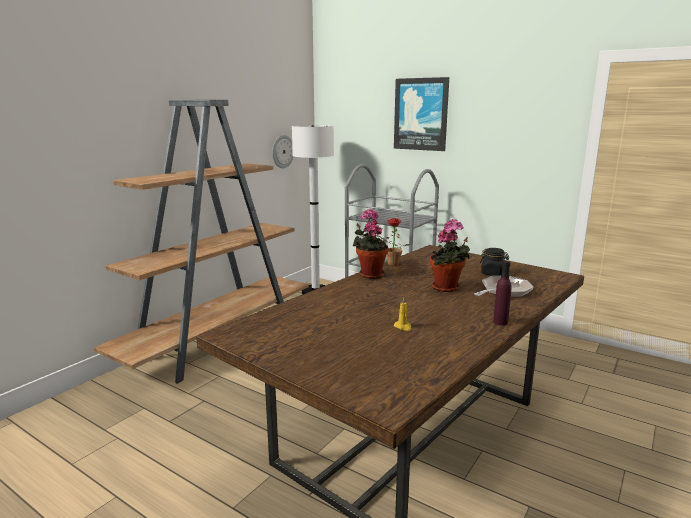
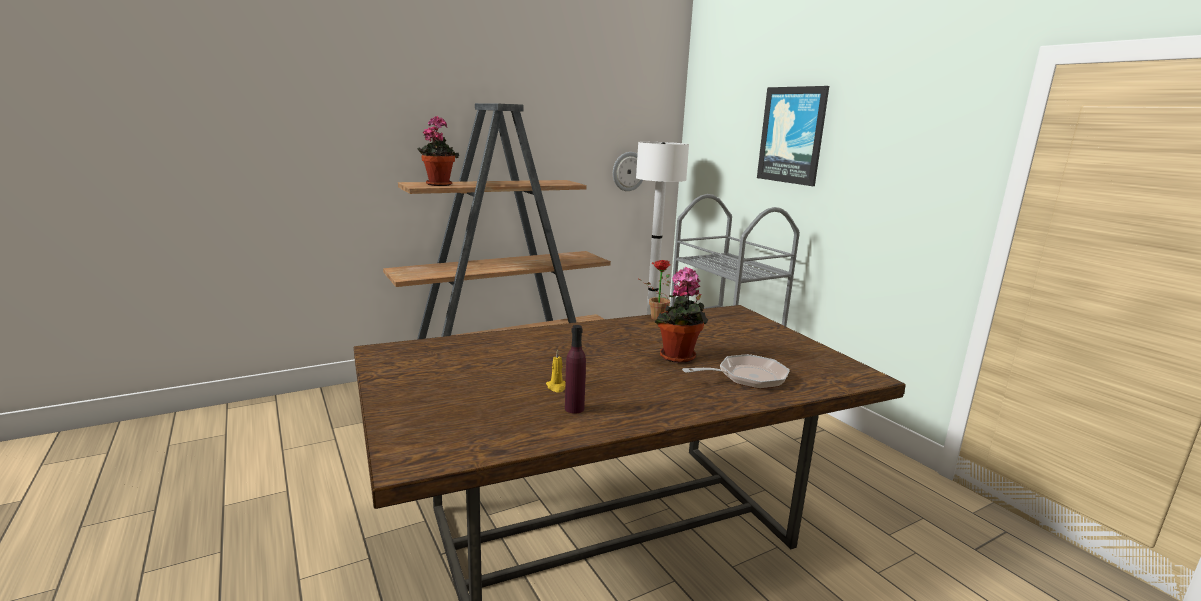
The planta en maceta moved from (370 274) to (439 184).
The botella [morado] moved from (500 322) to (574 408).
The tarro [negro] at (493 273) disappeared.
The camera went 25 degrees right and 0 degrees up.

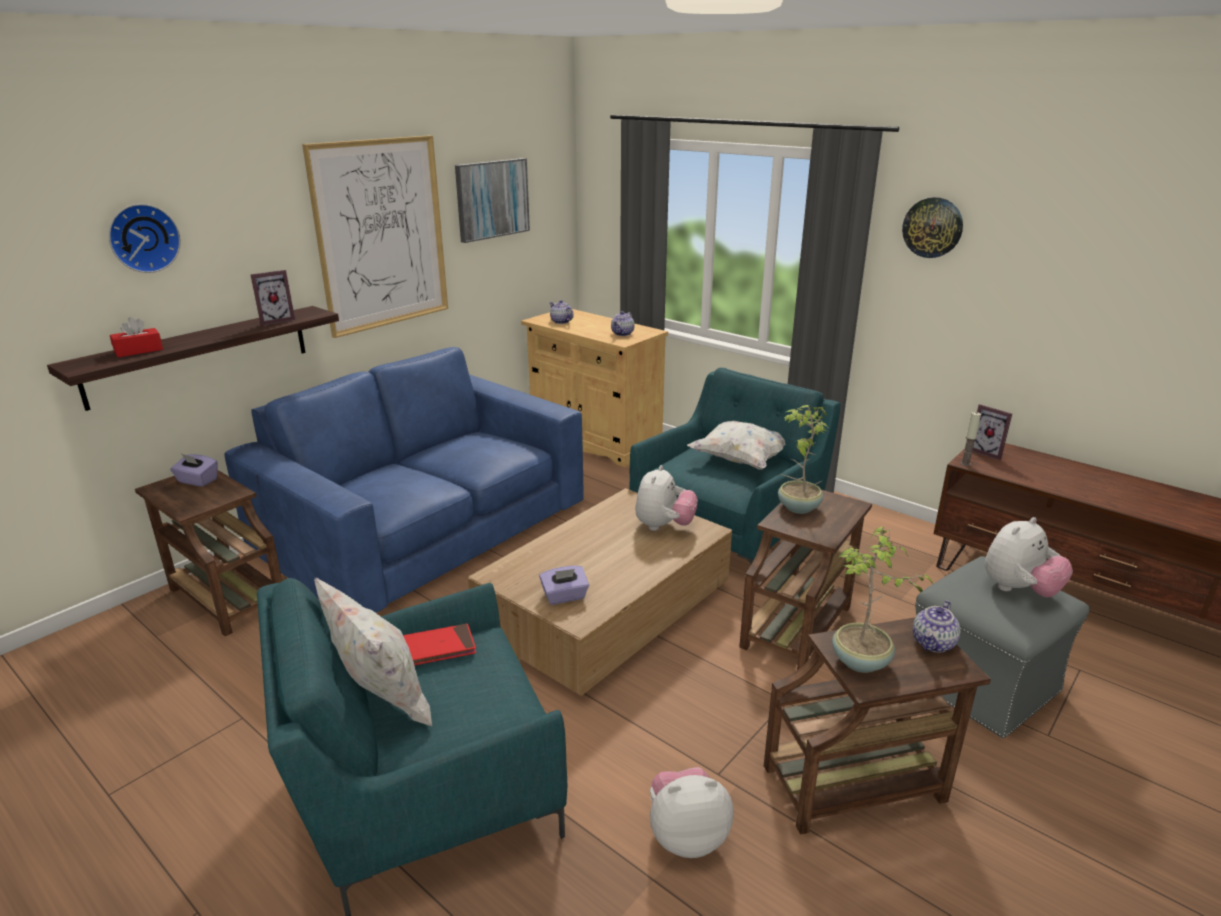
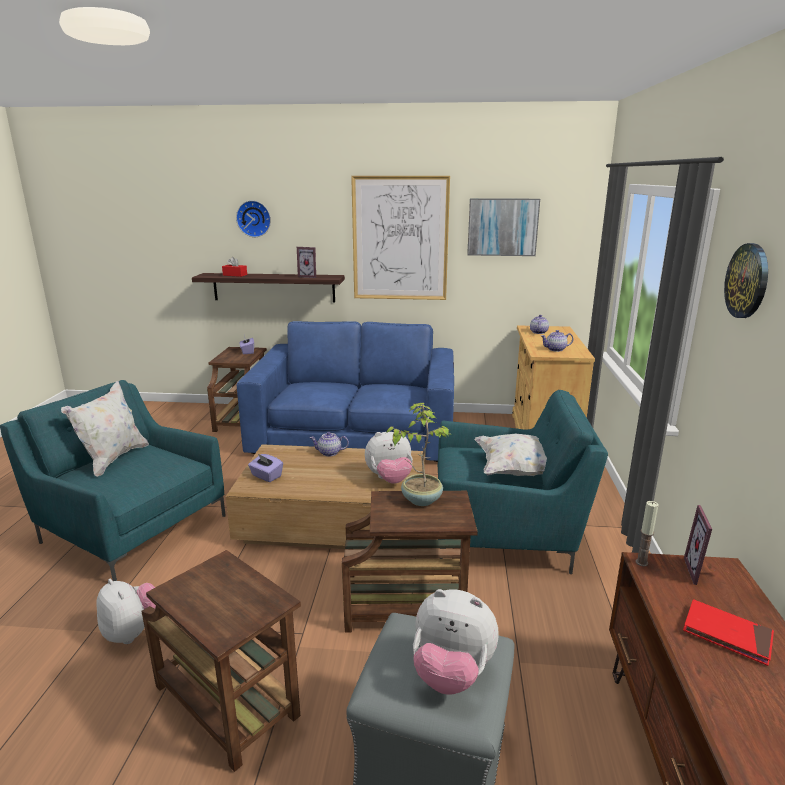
The tetera moved from (934 643) to (329 453).
The libro [rojo] moved from (438 648) to (727 634).
The planta en maceta at (860 662) disappeared.
The camera went 55 degrees right and 5 degrees down.

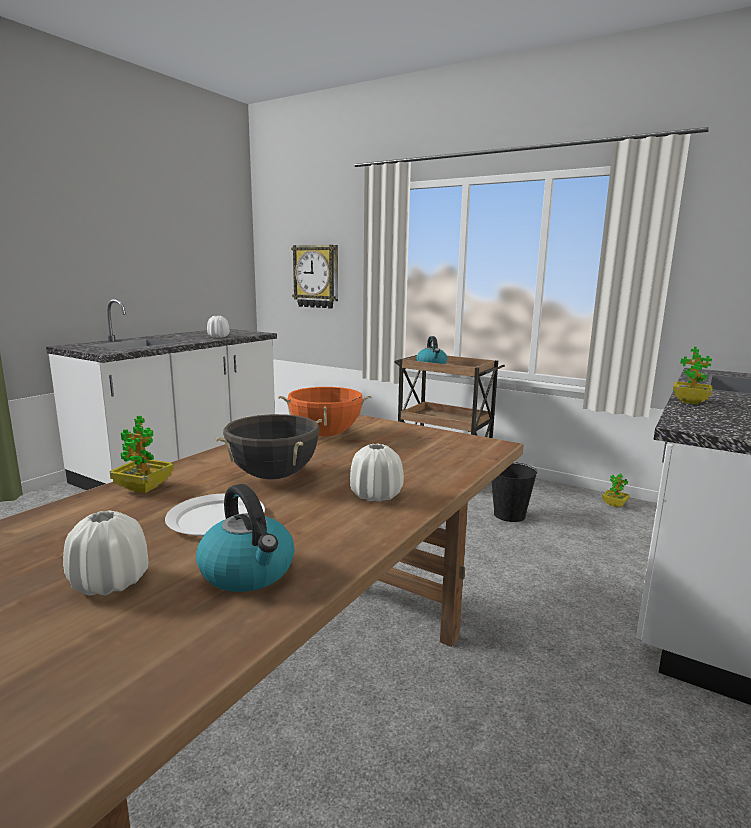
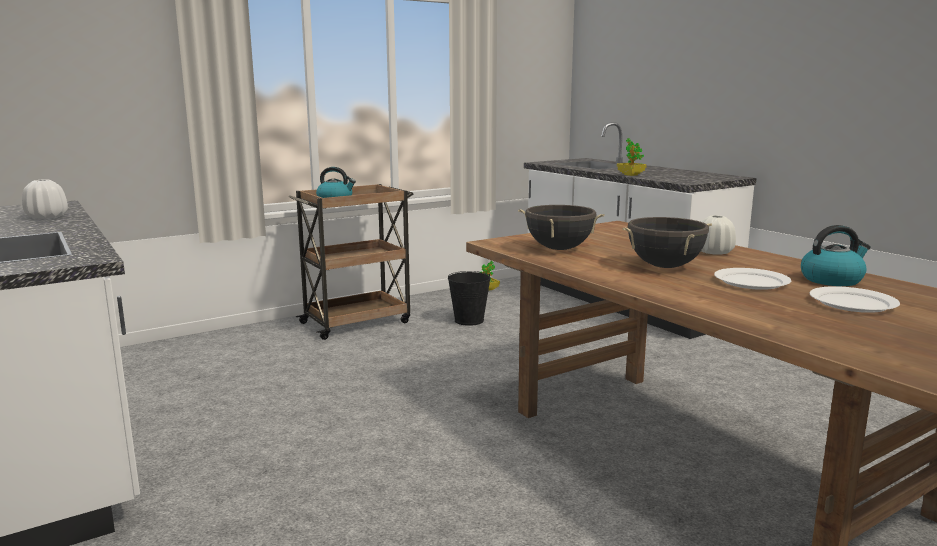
The olla [naranja] at (325 434) became the olla [negro] at (559 249).
The florero [blanco] at (110 583) was replaced by the plato [blanco] at (852 303).
The planta en maceta at (144 488) disappeared.
The reloj de pared at (316 276) disappeared.
The camera went 65 degrees left and 0 degrees up.

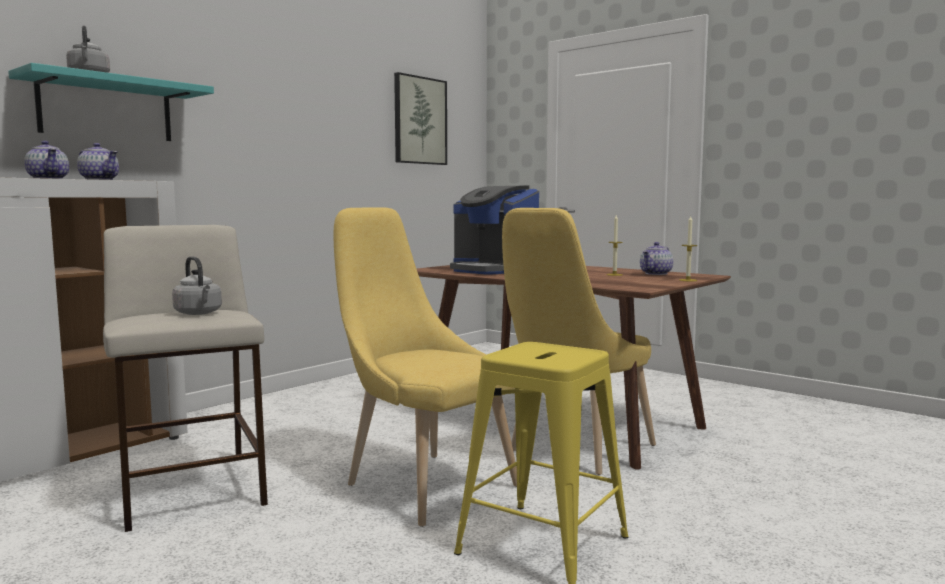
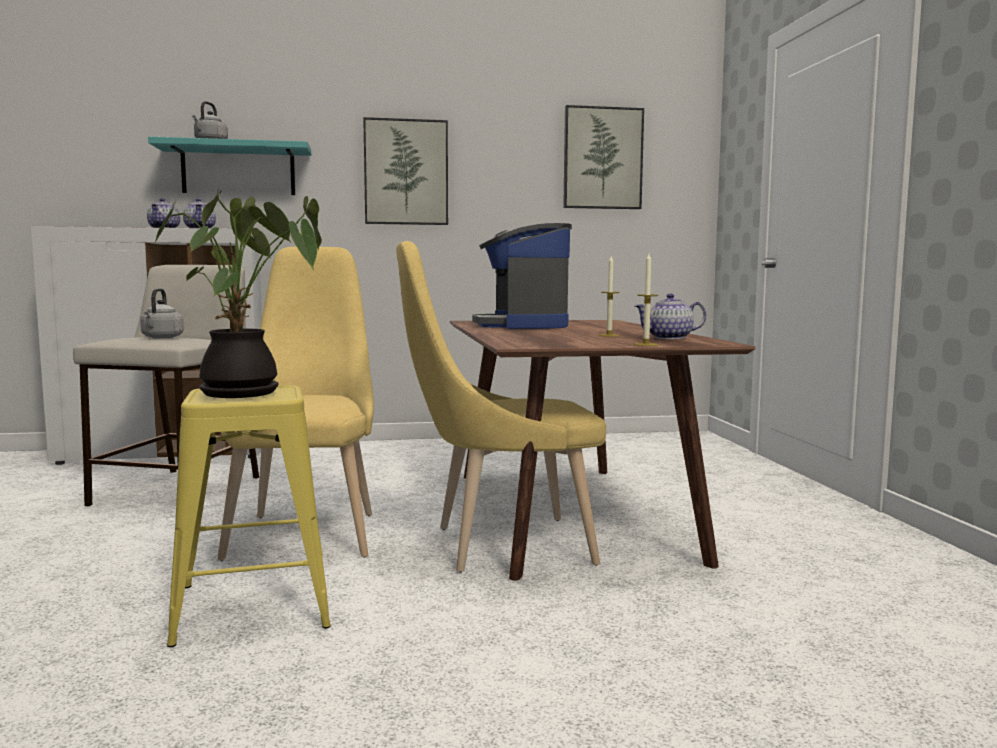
The planta en maceta at (246 393) appeared.
The cuadro at (406 172) appeared.
The camera went 40 degrees right and 0 degrees up.

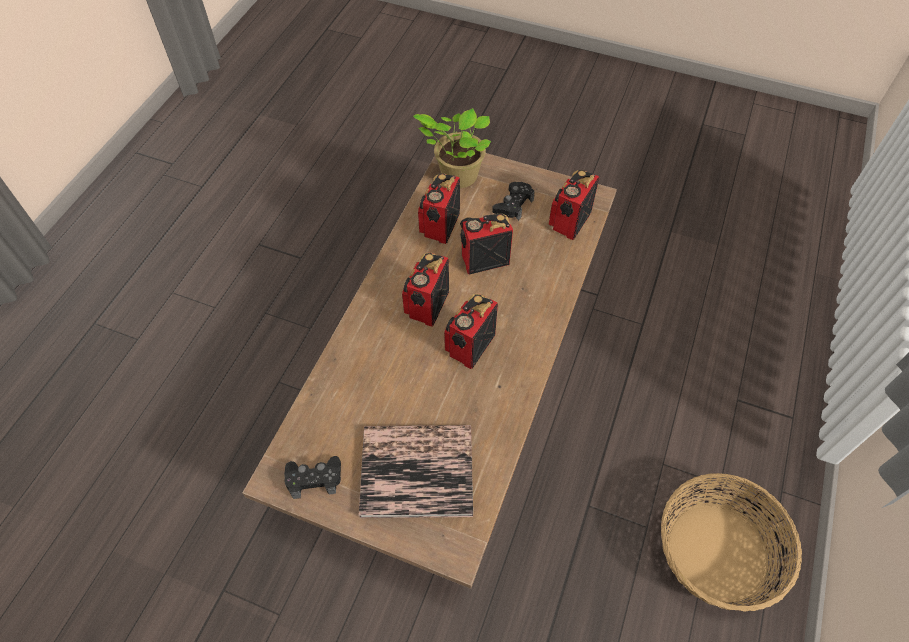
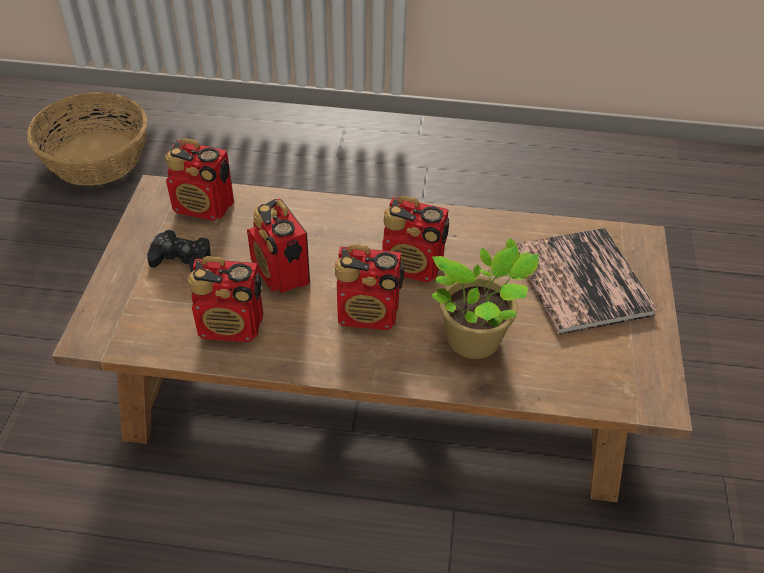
The cesta moved from (715 551) to (96 159).
The planta en maceta moved from (456 176) to (476 342).
The mando de consola [negro] at (314 479) disappeared.
The camera went 105 degrees left and 10 degrees down.

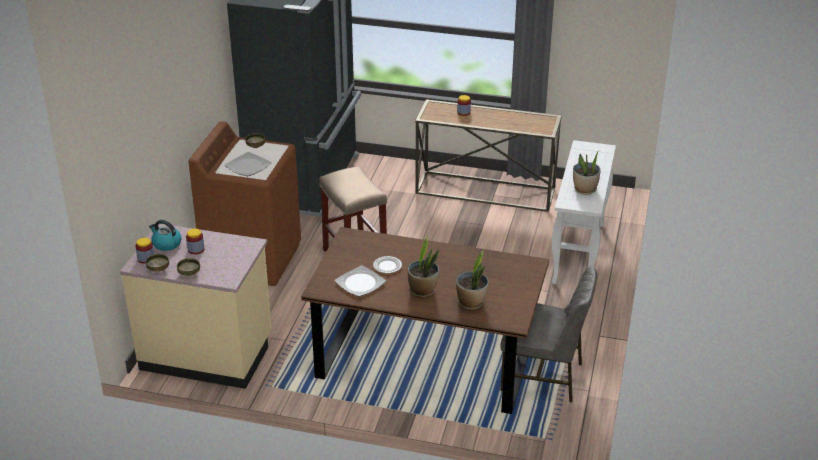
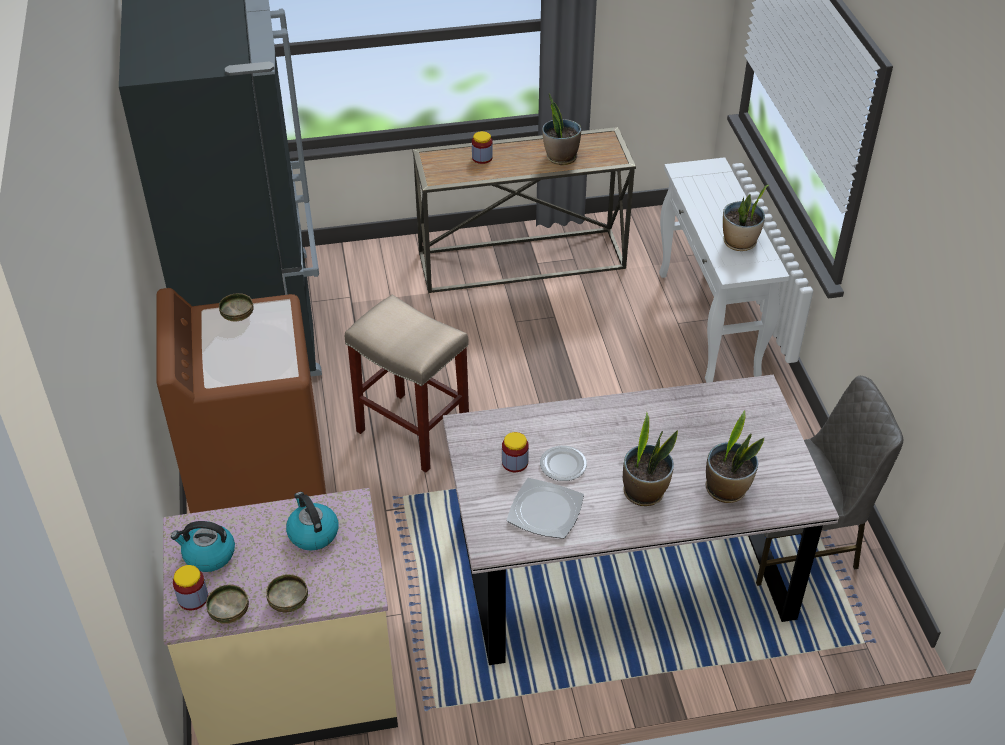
The hervidor at (312 533) appeared.
The mesa de comedor [marrón] at (426 357) became the mesa de comedor [gris] at (623 567).
The tarro moved from (196 249) to (515 462).
The planta en maceta at (560 157) appeared.
The plato at (248 166) disappeared.
The camera went 25 degrees left and 10 degrees up.

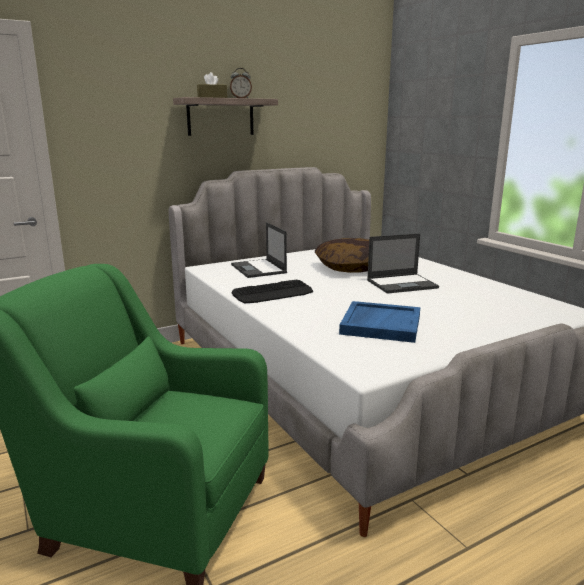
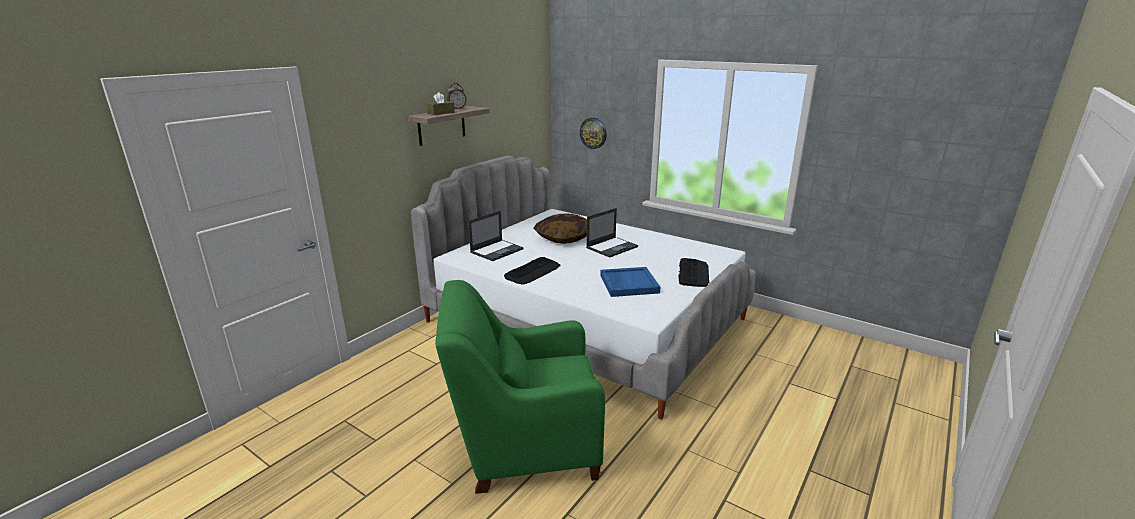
The portátil at (259 269) turned 90 degrees counterclockwise.
The reloj de pared at (593 133) appeared.
The teclado at (693 273) appeared.
The camera went 25 degrees left and 5 degrees up.

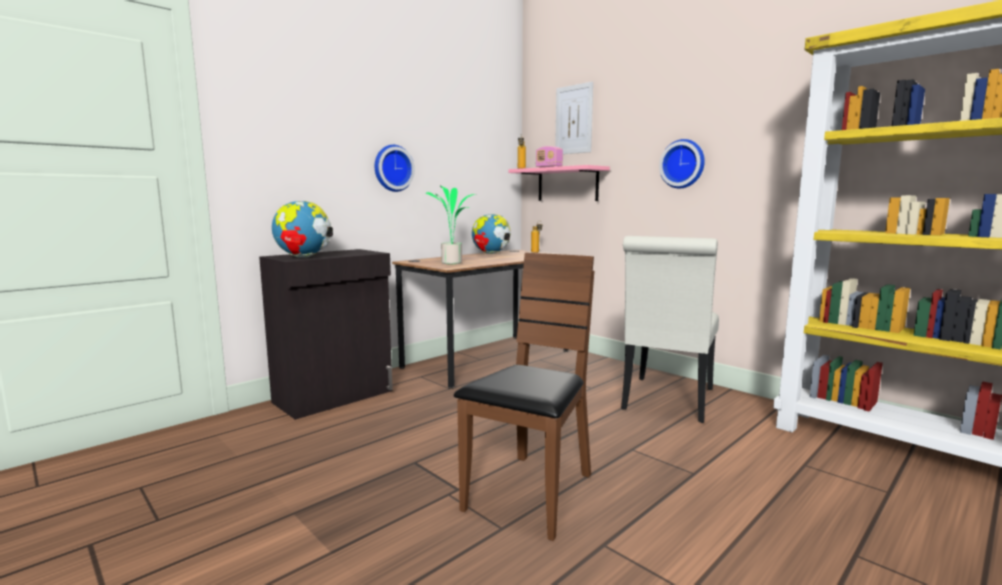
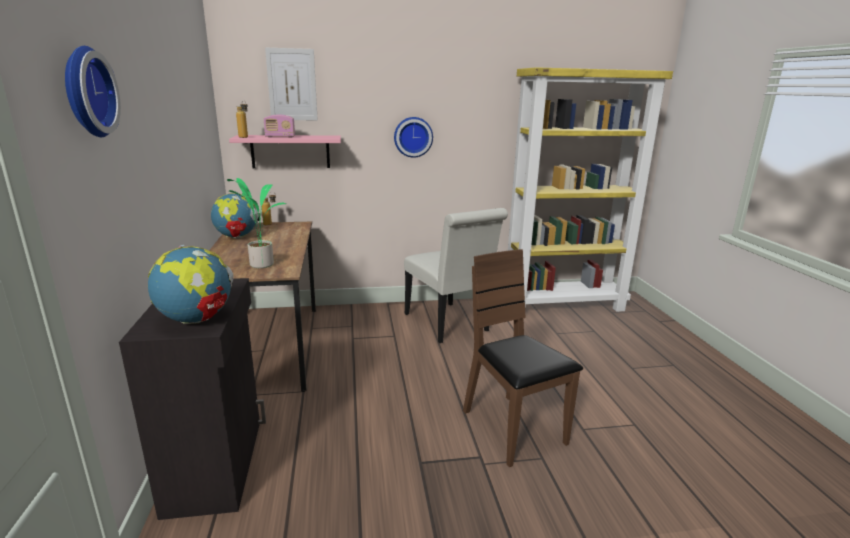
The reloj de pared moved from (392 168) to (85 92).
The camera went 55 degrees left and 10 degrees up.

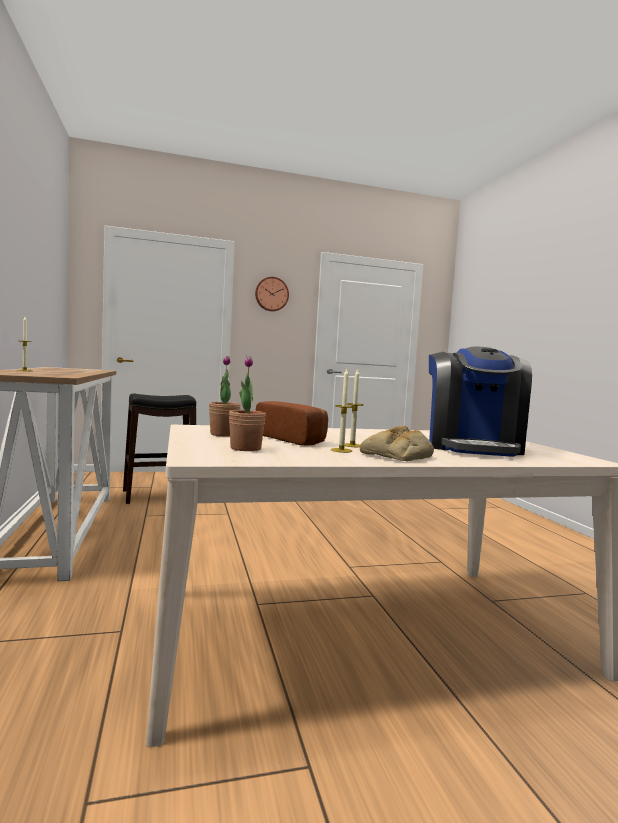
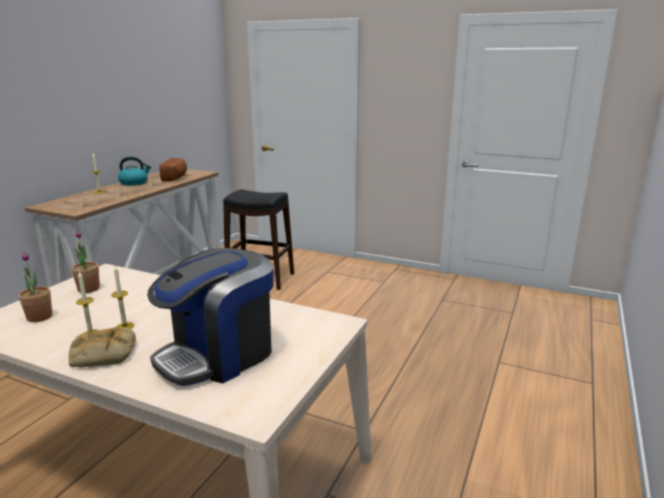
The hervidor at (134 183) appeared.
The pan moved from (293 439) to (176 177).
The reloj de pared at (271 294) disappeared.
The camera went 40 degrees right and 15 degrees up.

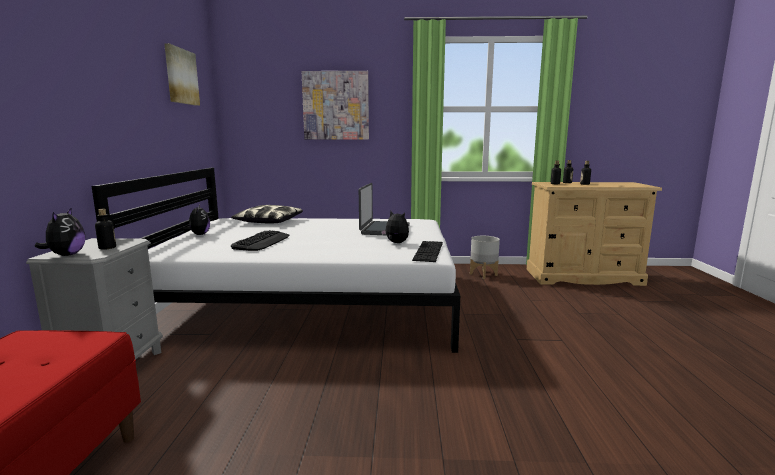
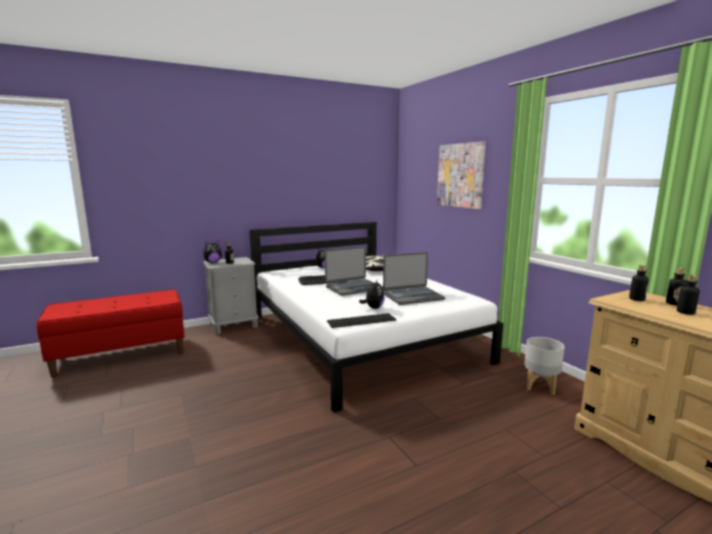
The portátil at (353 288) appeared.
The cuadro at (181 76) disappeared.
The camera went 60 degrees right and 0 degrees up.

